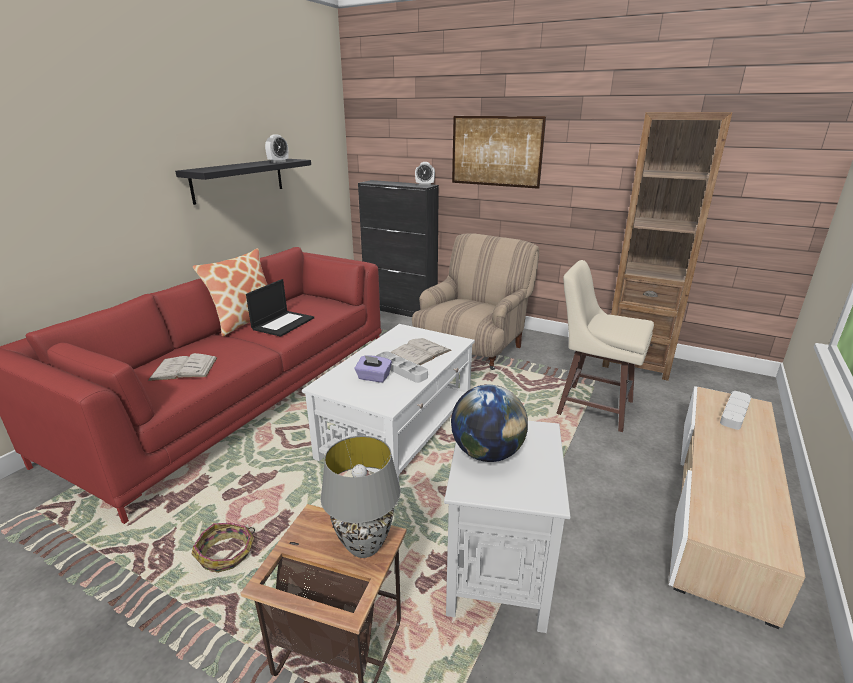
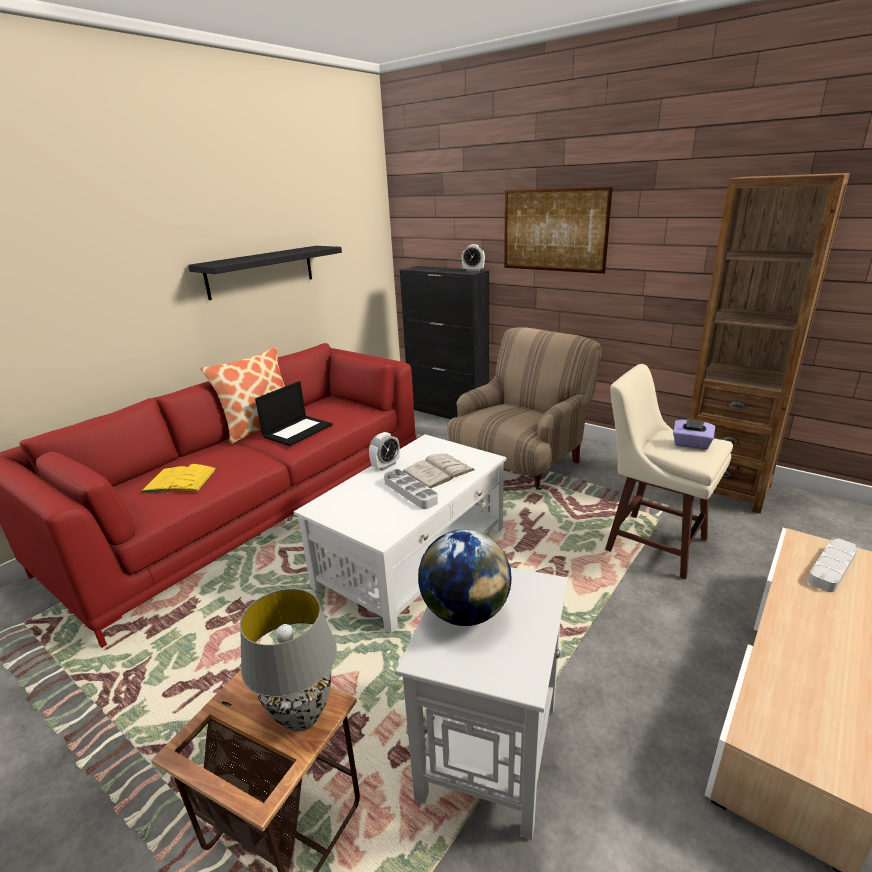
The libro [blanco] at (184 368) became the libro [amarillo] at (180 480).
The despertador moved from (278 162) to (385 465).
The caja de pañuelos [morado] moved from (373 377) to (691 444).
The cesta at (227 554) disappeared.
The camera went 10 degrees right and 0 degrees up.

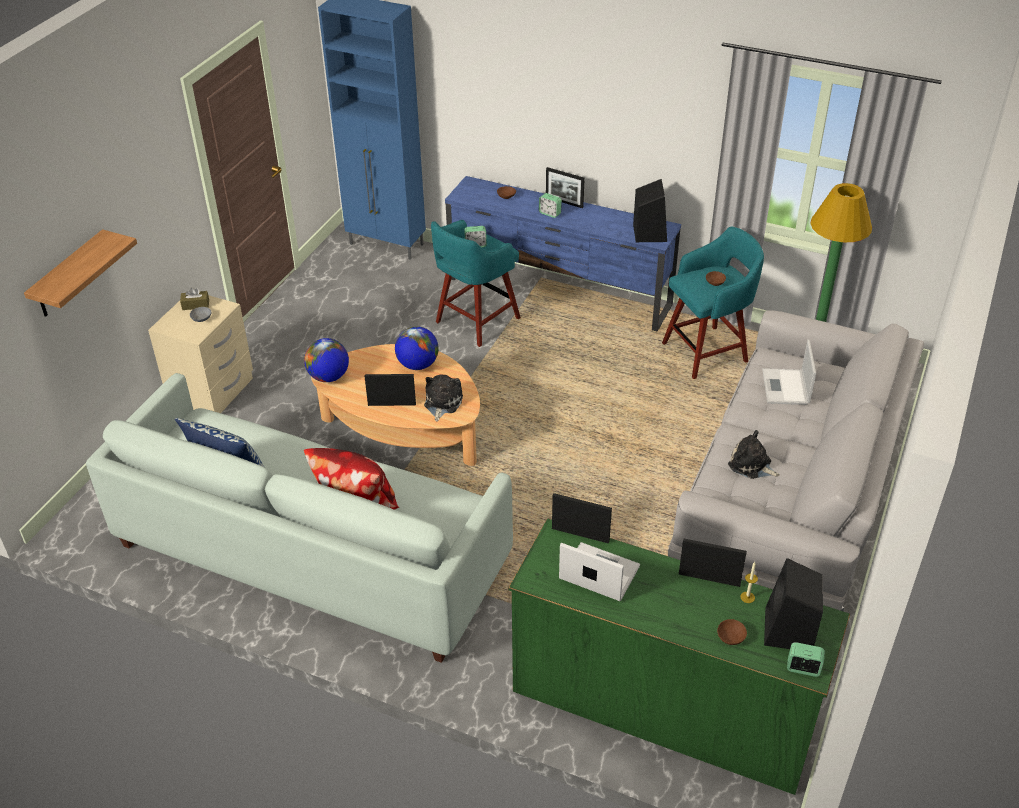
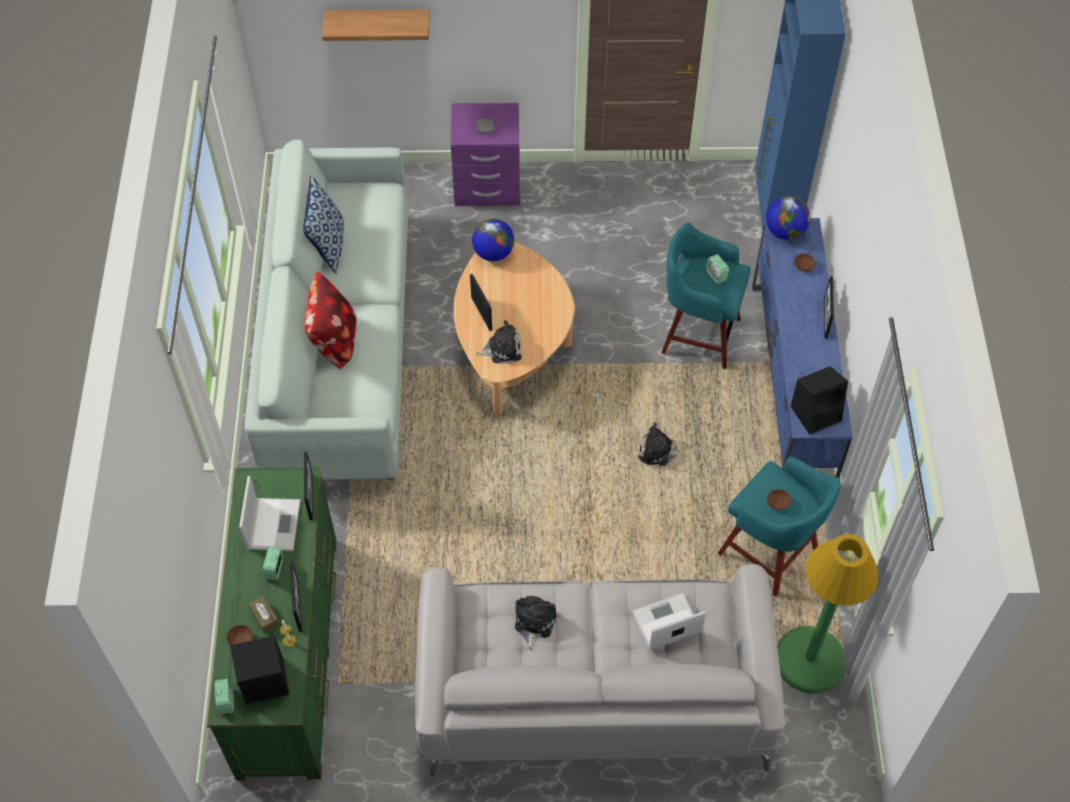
The caja de pañuelos [marrón] moved from (195 305) to (264 617).
The despertador moved from (550 213) to (275 569).
The mesita de noche [beis] at (212 392) became the mesita de noche [morado] at (487 187).
The peluche at (658 451) appeared.
The globo terráqueo moved from (418 365) to (785 231).
The camera went 65 degrees right and 15 degrees up.

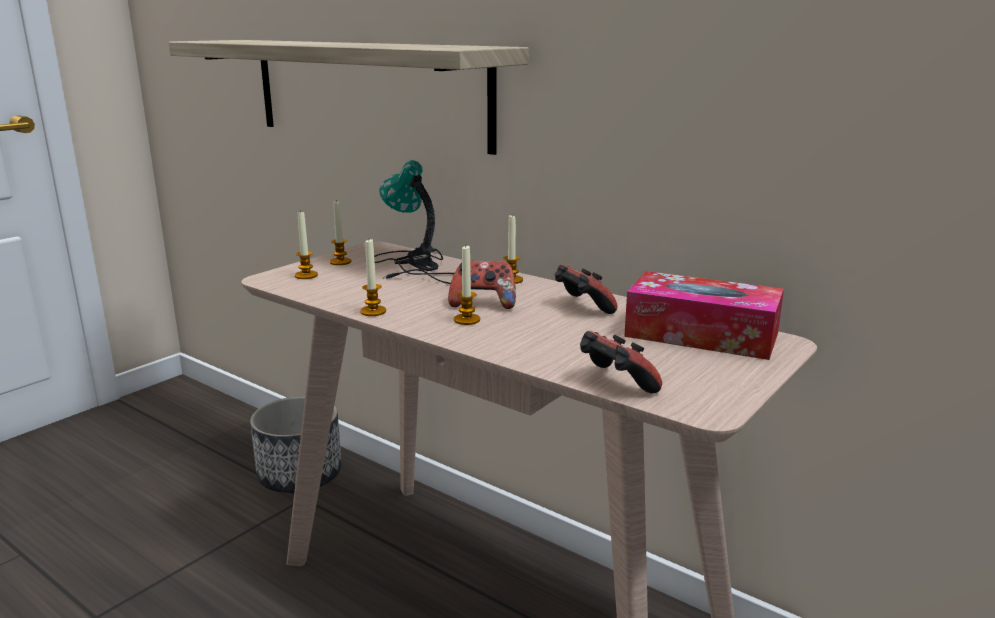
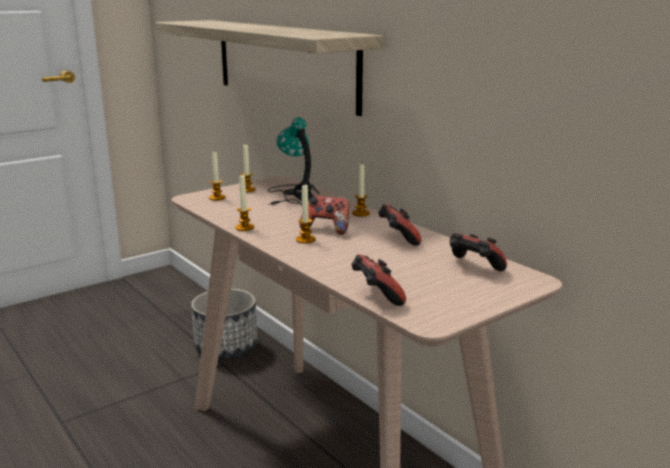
The caja de pañuelos at (701 335) was replaced by the mando de consola at (473 268).
The camera went 15 degrees right and 0 degrees up.

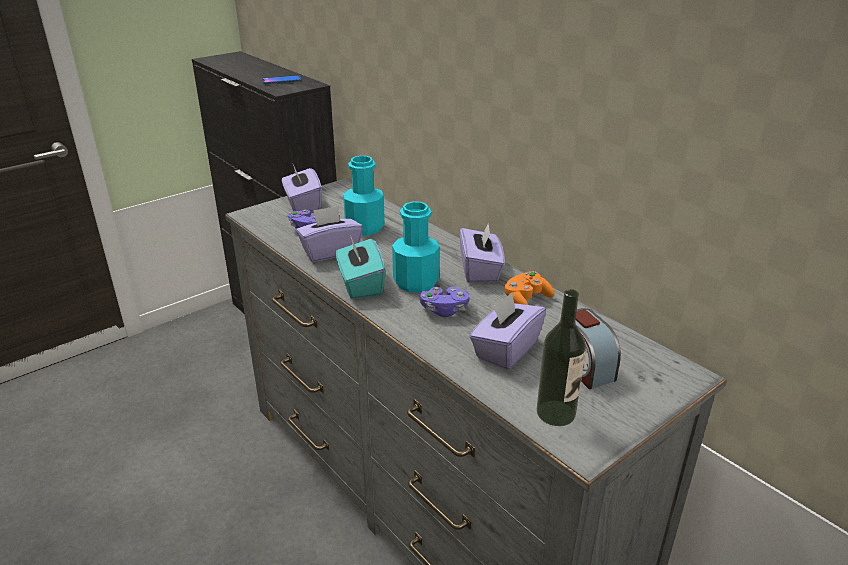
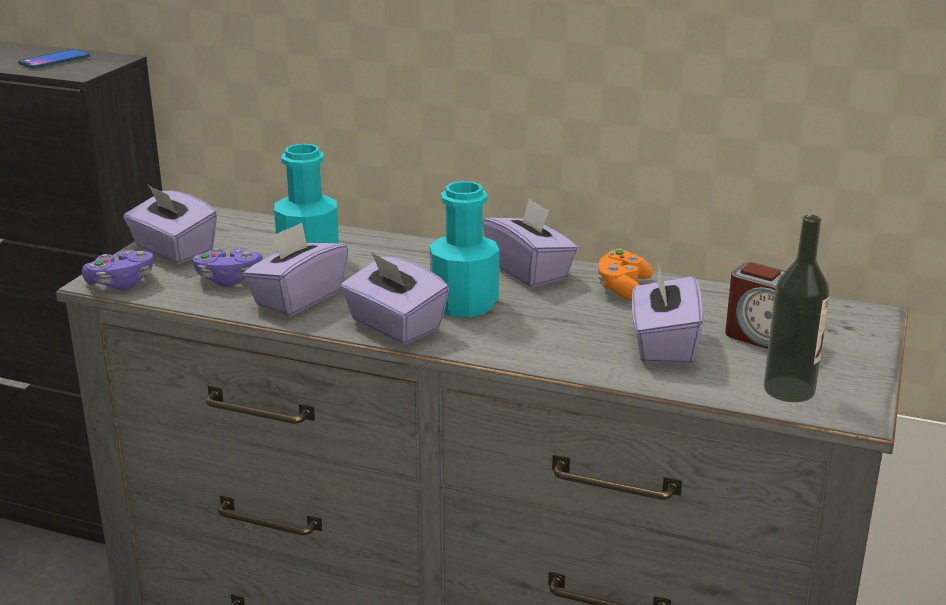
The mando de consola [morado] moved from (444 310) to (121 283).
The caja de pañuelos [turquesa] at (360 285) became the caja de pañuelos [morado] at (394 326).
The camera went 30 degrees left and 5 degrees down.

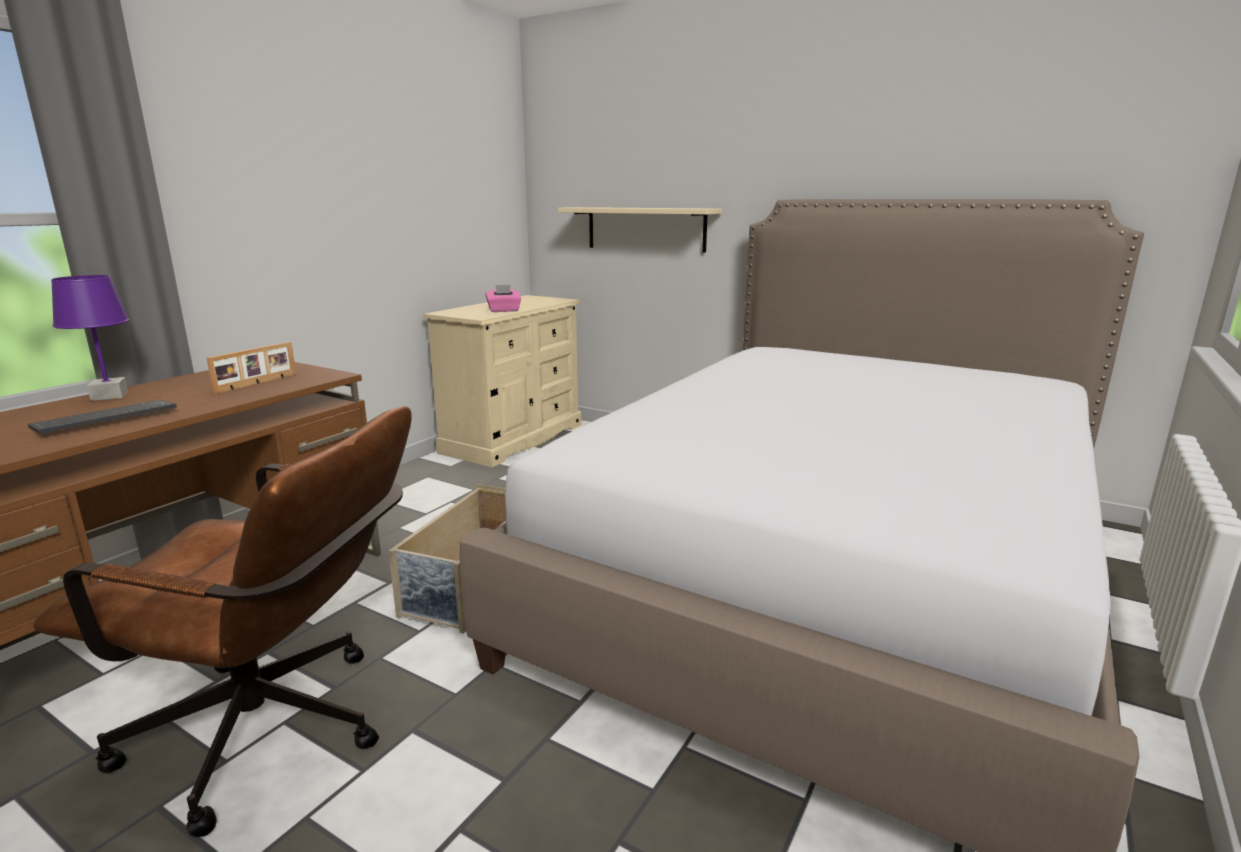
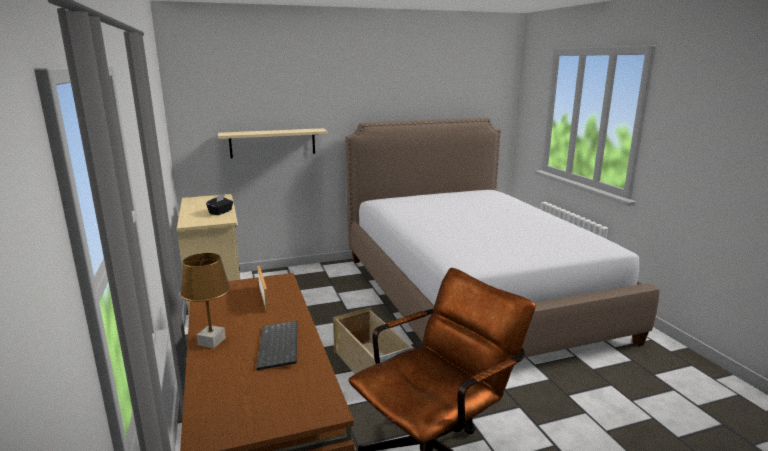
The lámpara de mesa [morado] at (109 396) became the lámpara de mesa [marrón] at (212 342).
The caja de pañuelos [rosa] at (504 310) became the caja de pañuelos [negro] at (221 212).
The camera went 50 degrees left and 0 degrees up.

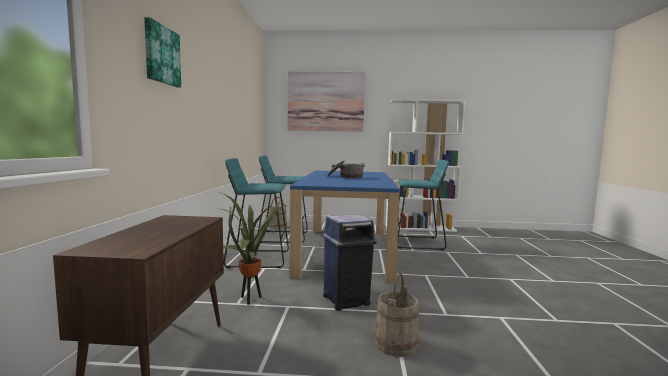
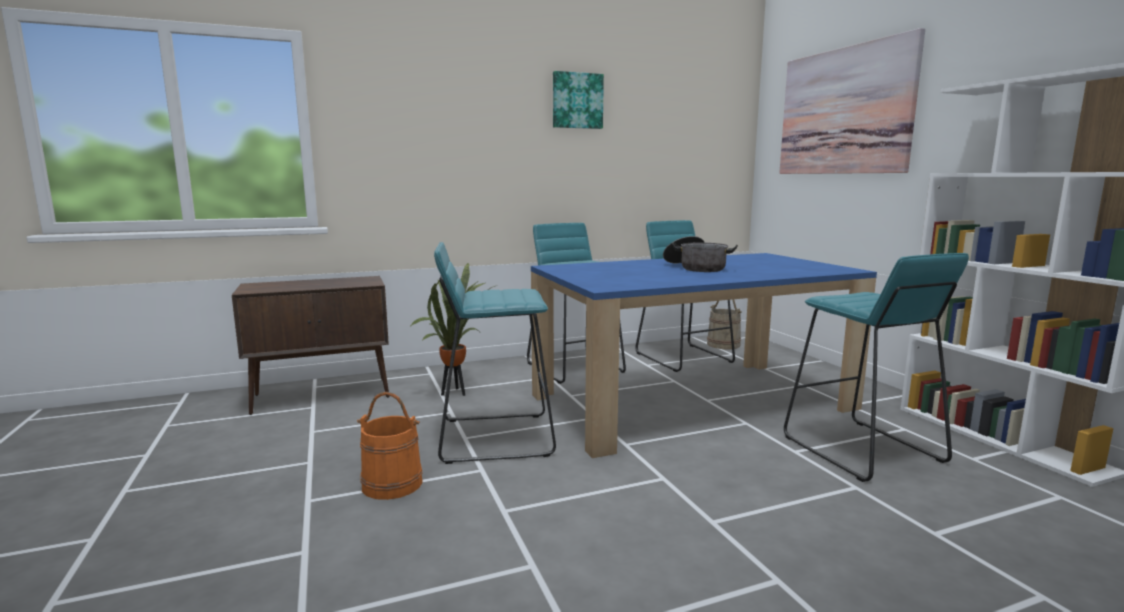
The cubo [beis] at (396 343) became the cubo [naranja] at (392 484).
The papelera [azul] at (347 300) was replaced by the taburete [turquesa] at (494 437).
The cuadro moved from (161 55) to (577 101).
The camera went 65 degrees right and 5 degrees up.

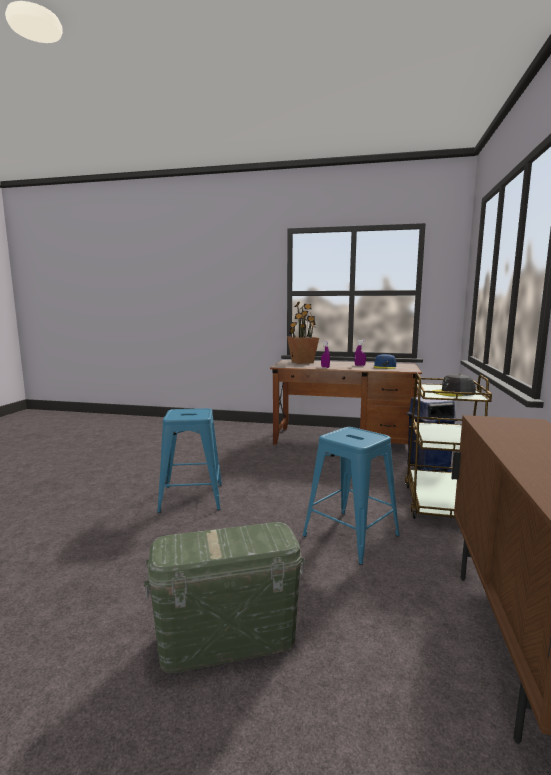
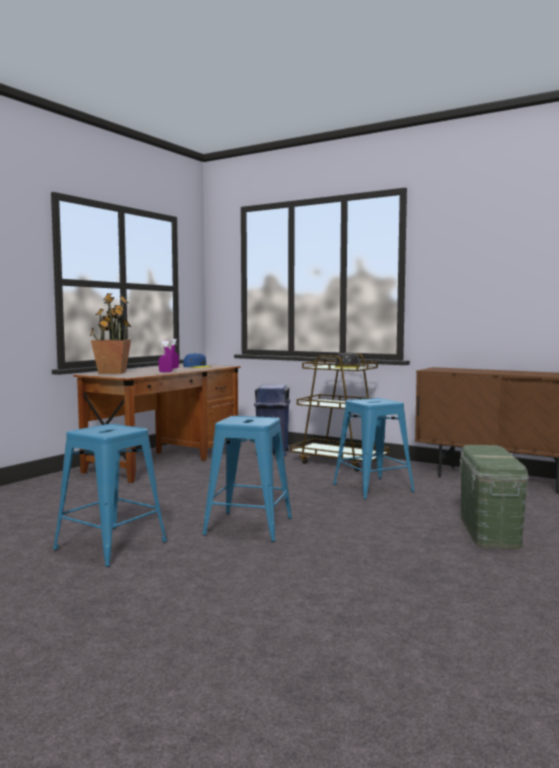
The taburete [azul] at (111 546) appeared.
The camera went 70 degrees left and 5 degrees down.

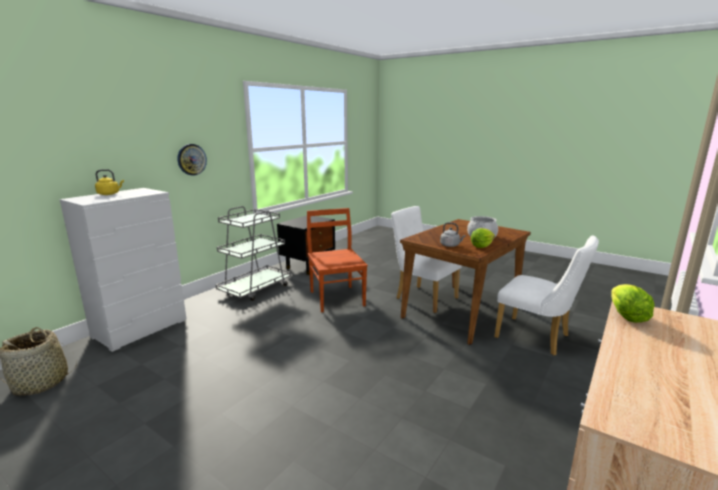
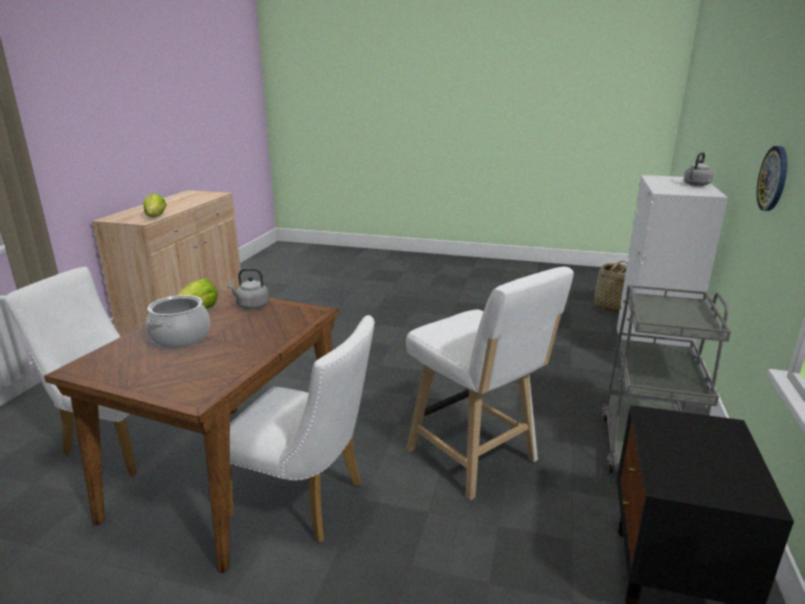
The silla [marrón] at (336 298) was replaced by the taburete [blanco] at (476 459).
The hervidor [amarillo] at (109 194) became the hervidor [gris] at (695 185).
The camera went 160 degrees right and 5 degrees up.

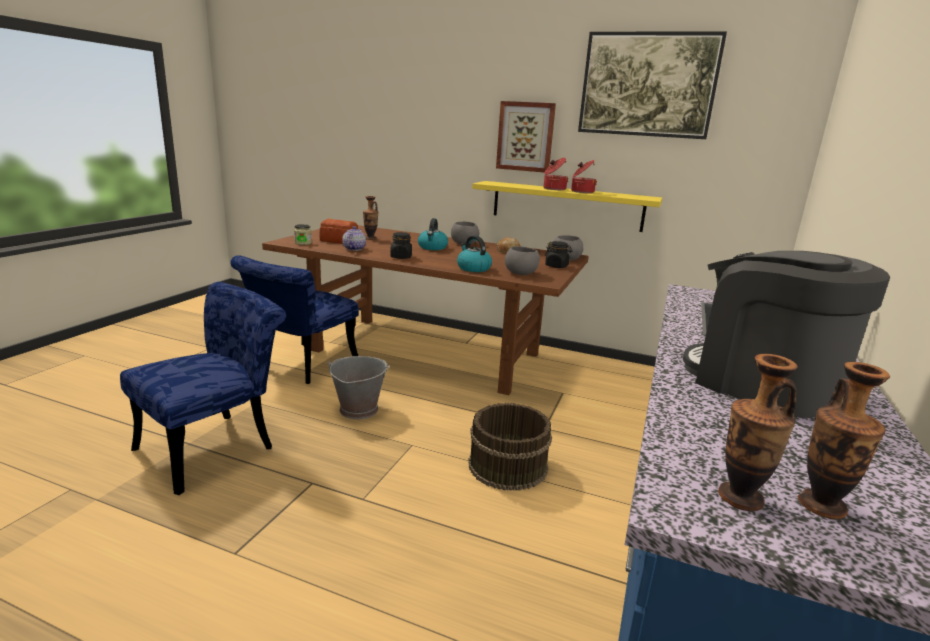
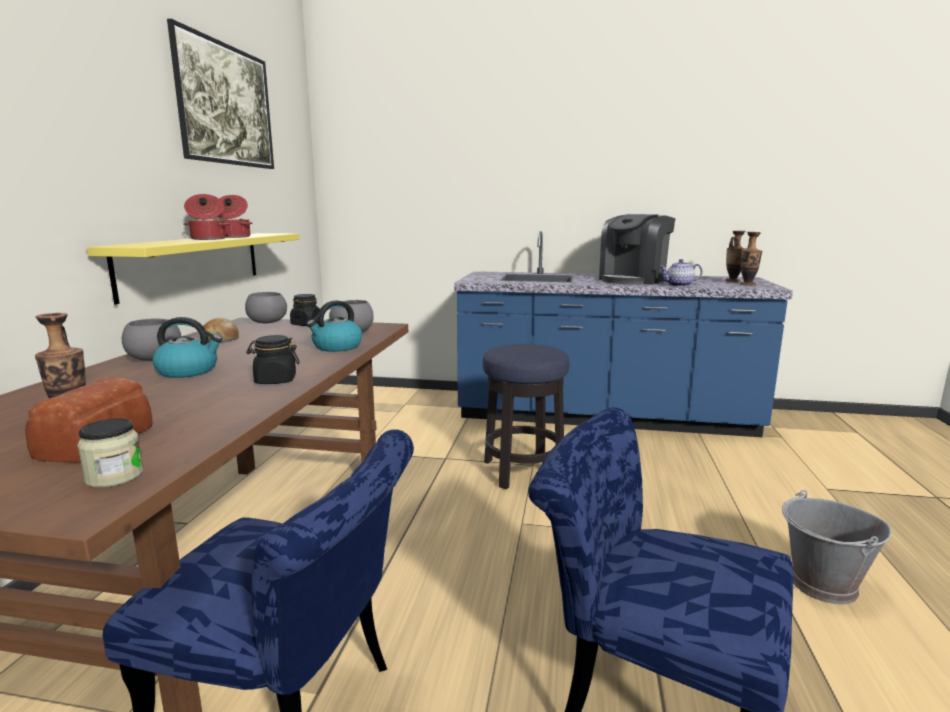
The cubo [marrón] at (507 465) was replaced by the taburete at (523 471).
The tetera moved from (354 249) to (679 285).
The cubo [gris] moved from (358 409) to (823 585).
The cuadro at (525 136) disappeared.
The camera went 100 degrees left and 5 degrees down.

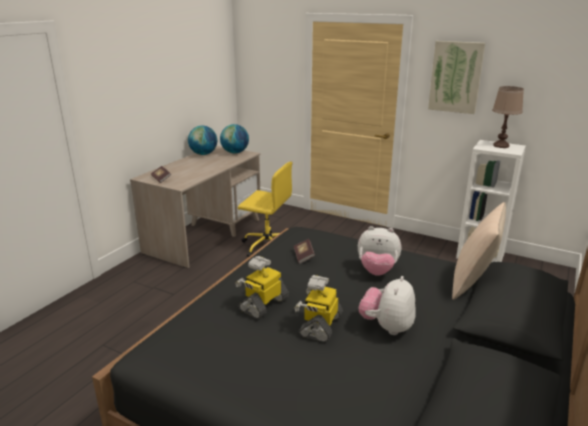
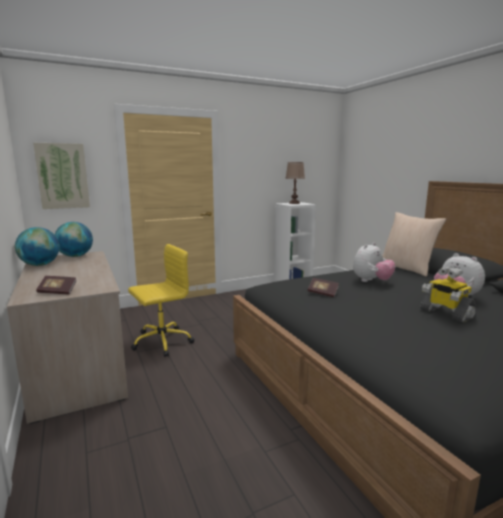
The cuadro moved from (455 77) to (62 176).
The robot de juguete at (263 304) disappeared.
The camera went 55 degrees left and 10 degrees down.

